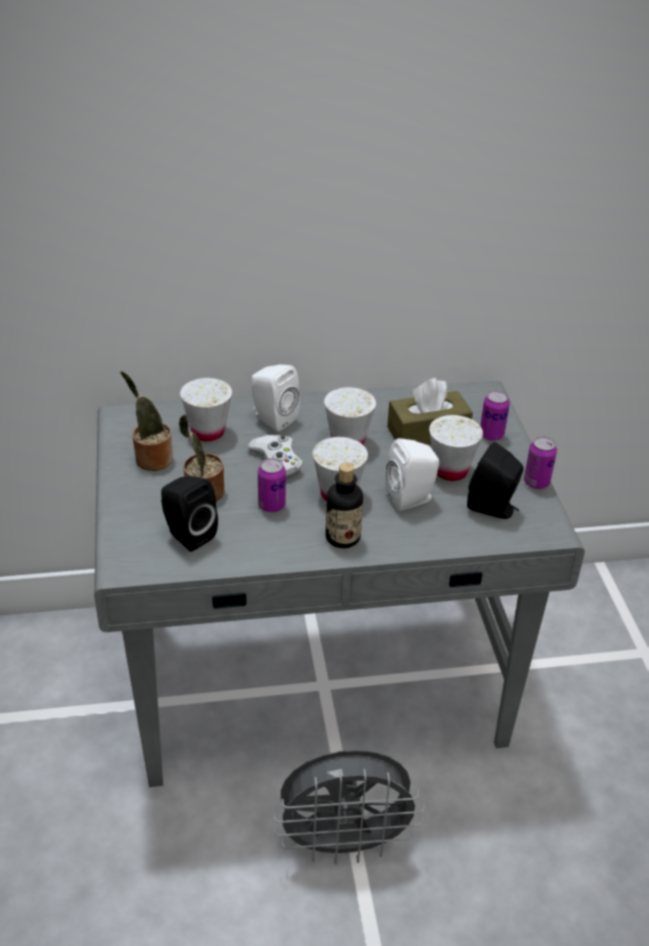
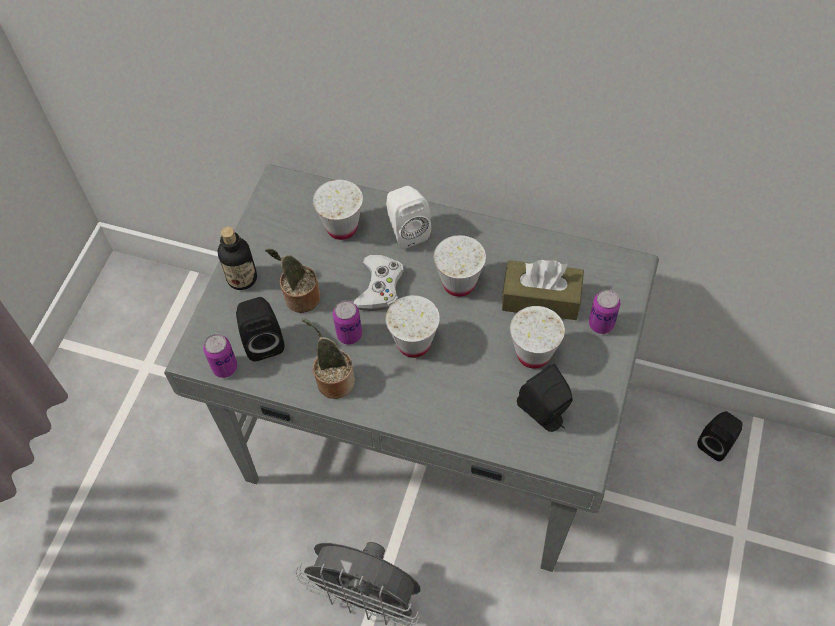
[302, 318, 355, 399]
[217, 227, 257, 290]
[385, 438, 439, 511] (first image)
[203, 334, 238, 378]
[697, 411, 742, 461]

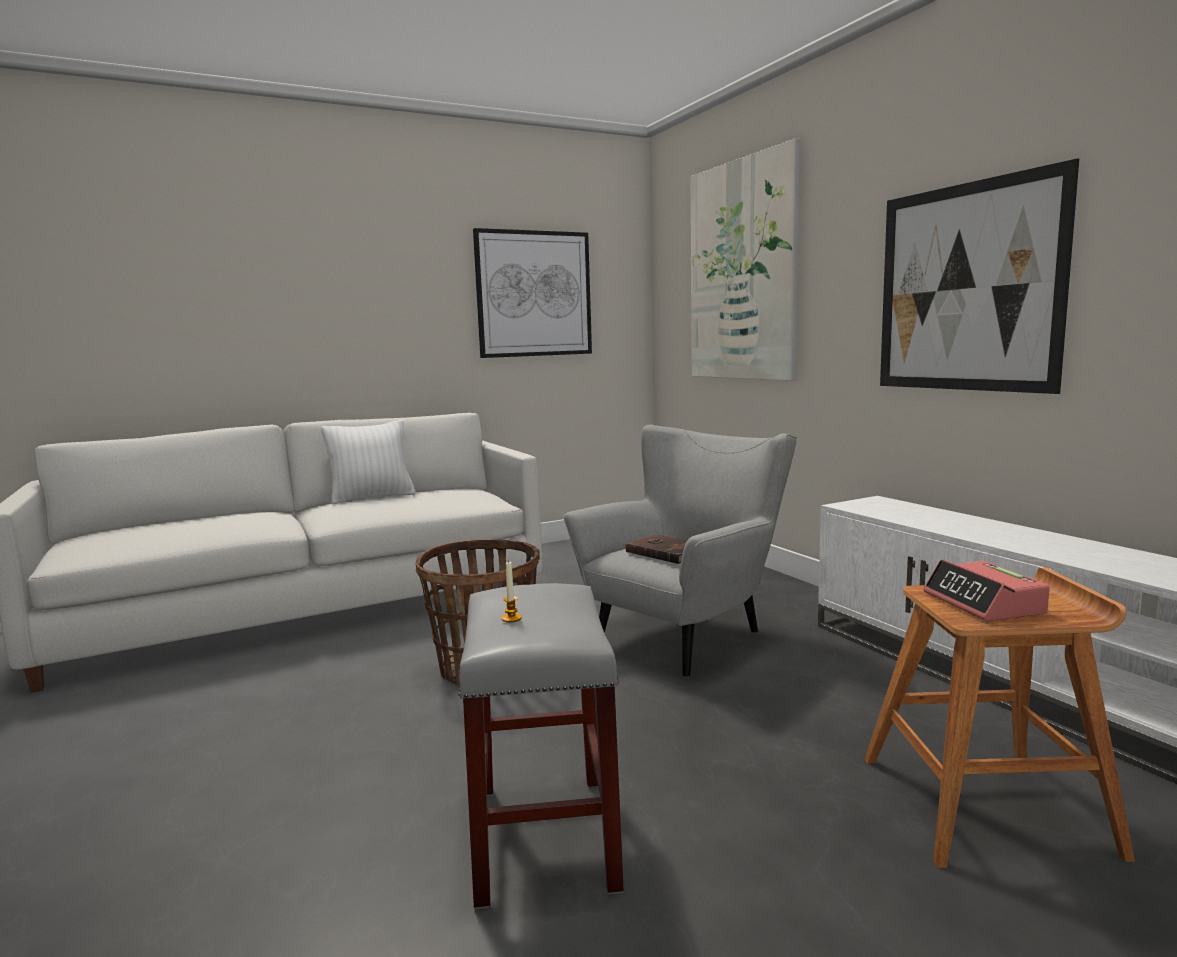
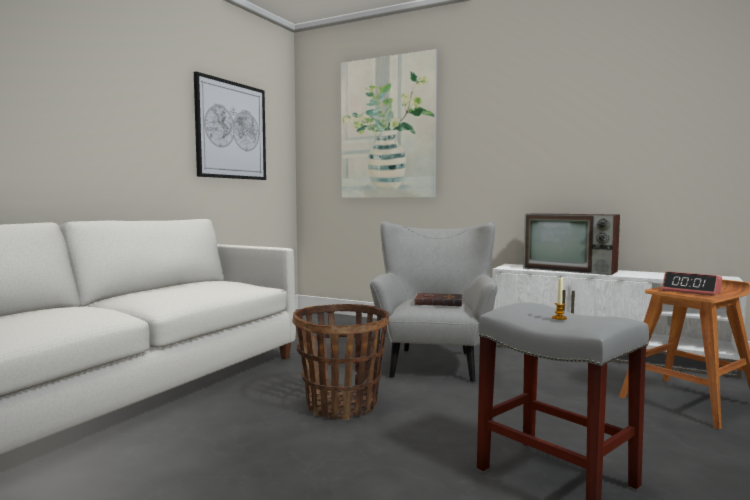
[321, 420, 415, 504] (first image)
[880, 158, 1079, 394] (first image)
[523, 213, 620, 275]

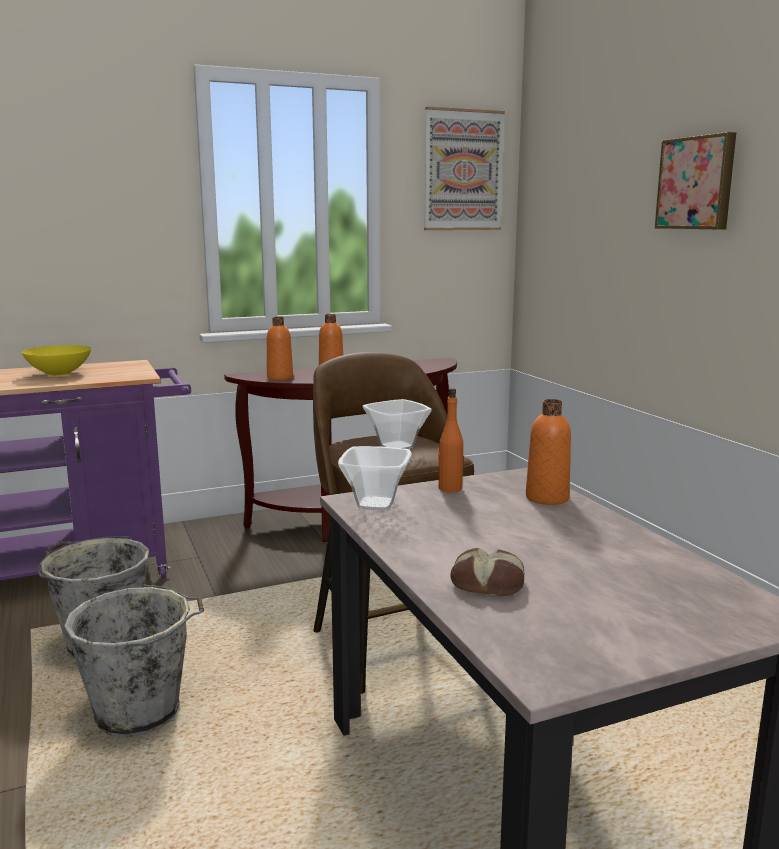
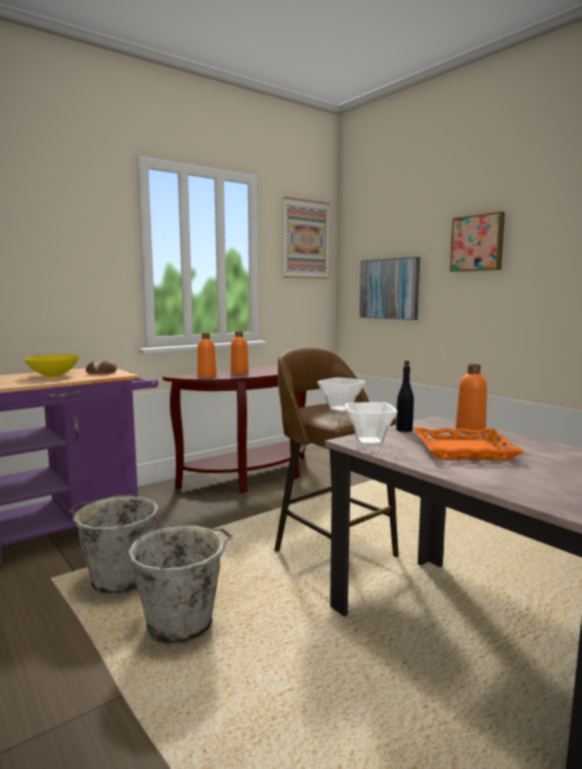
[396, 360, 414, 432]
[86, 360, 117, 374]
[360, 257, 420, 320]
[414, 428, 524, 460]

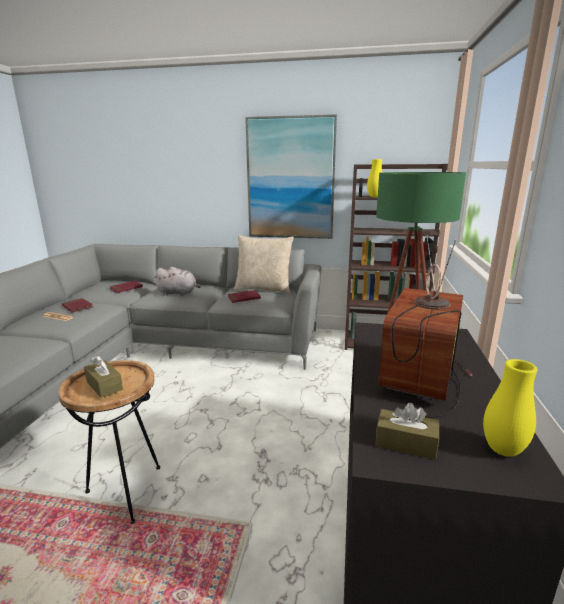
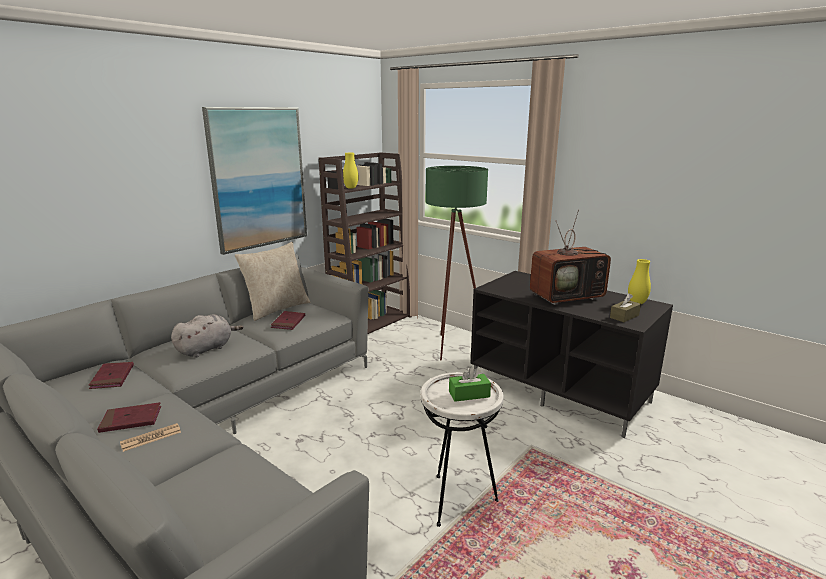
[420, 372, 504, 527]
[449, 367, 491, 402]
[530, 209, 611, 305]

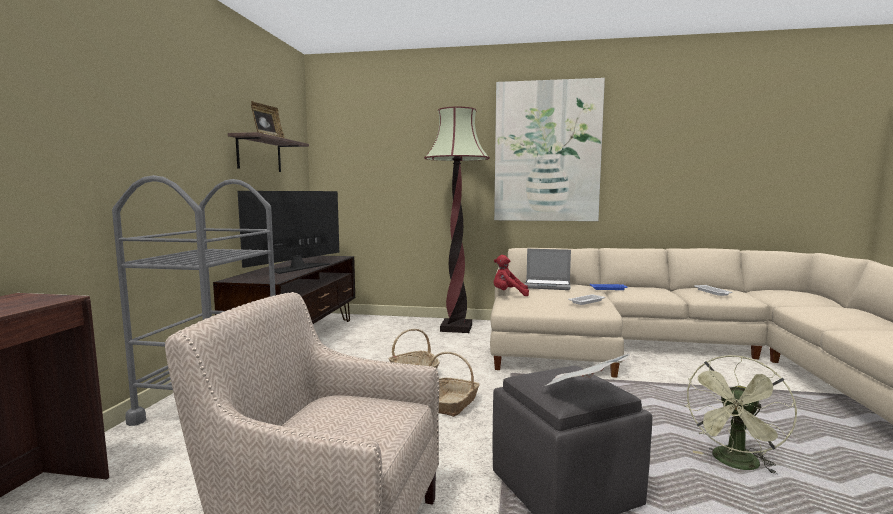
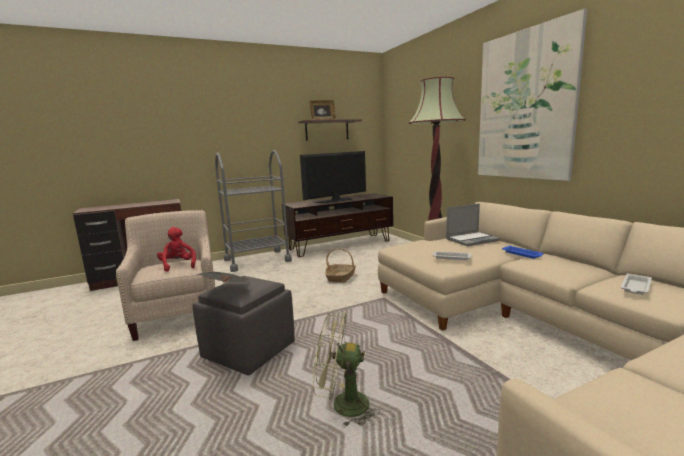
[300, 151, 366, 203]
[429, 352, 480, 417] (first image)
[157, 227, 196, 272]
[446, 204, 500, 246]

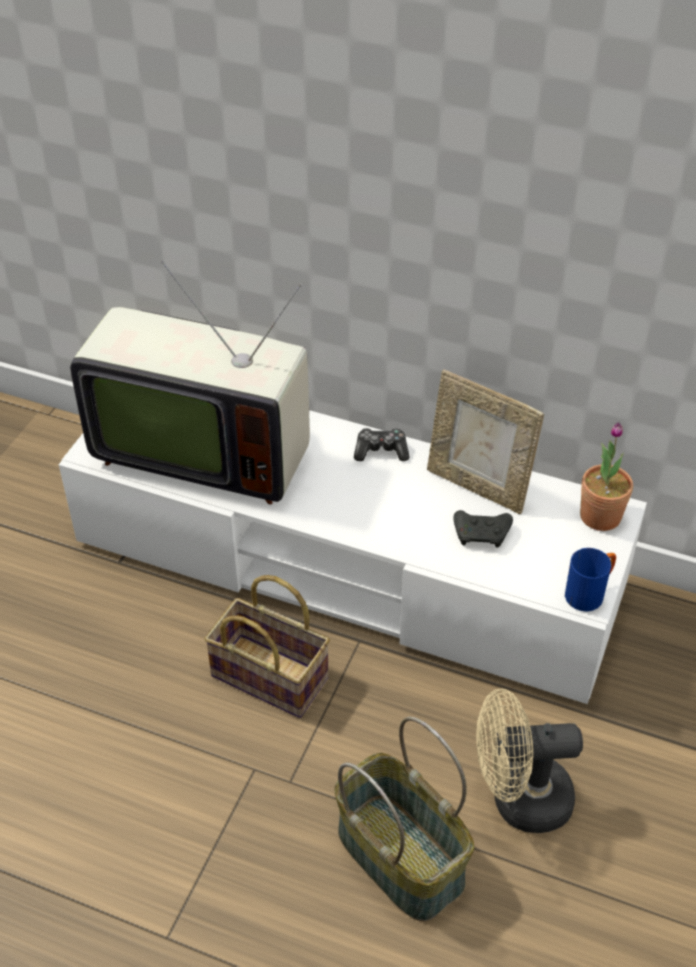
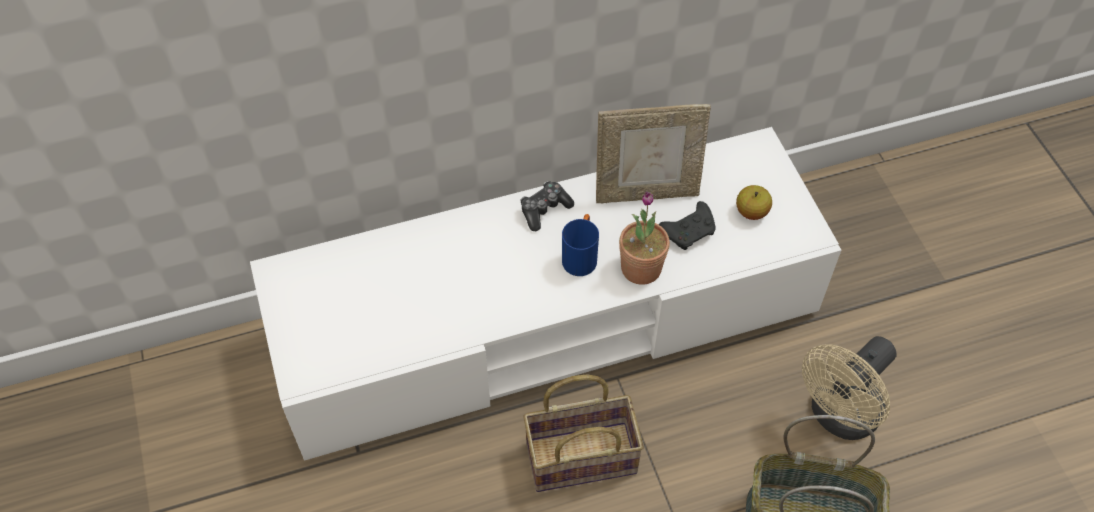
[70, 261, 310, 504] (first image)
[562, 214, 599, 276]
[619, 191, 670, 285]
[736, 185, 772, 220]

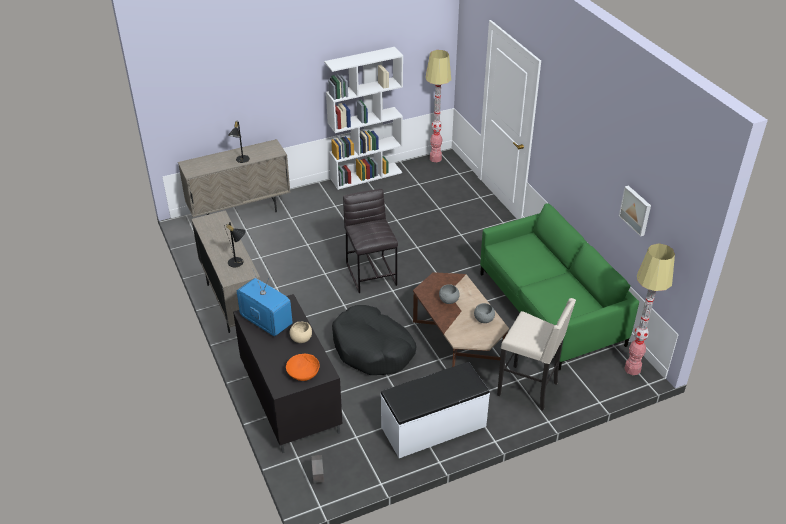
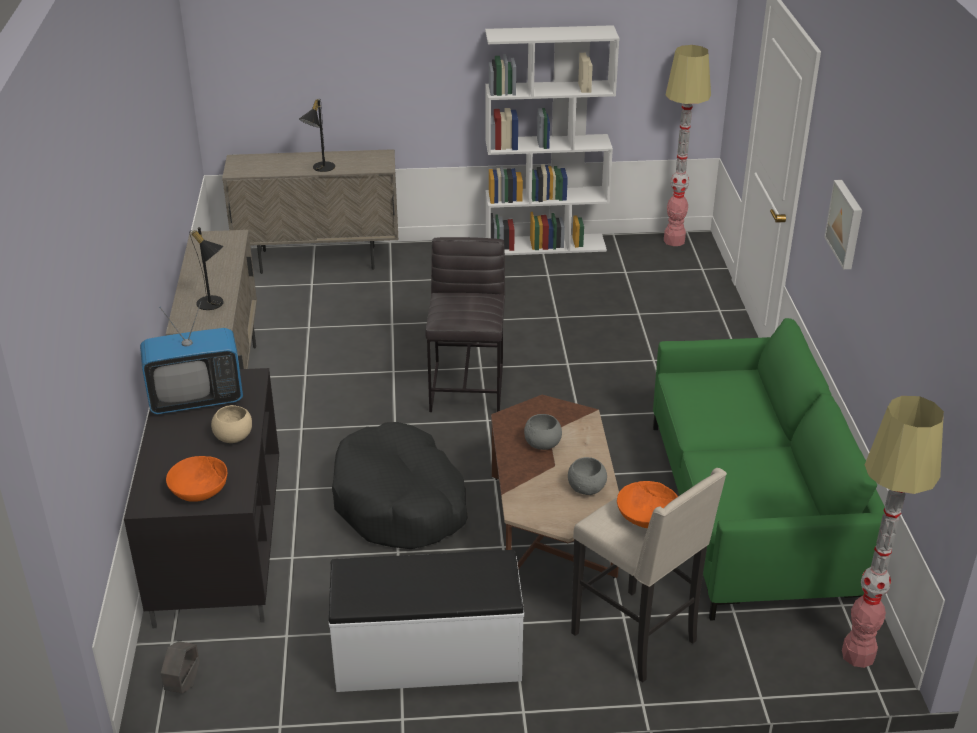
[140, 301, 243, 414]
[824, 180, 862, 269]
[617, 481, 678, 528]

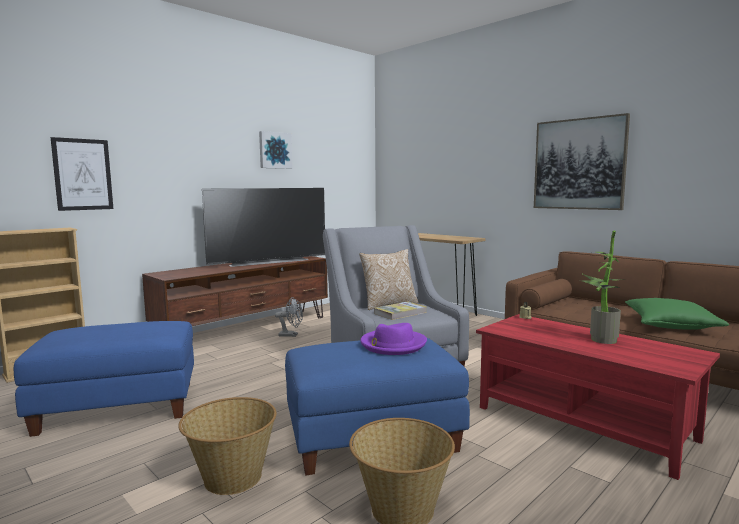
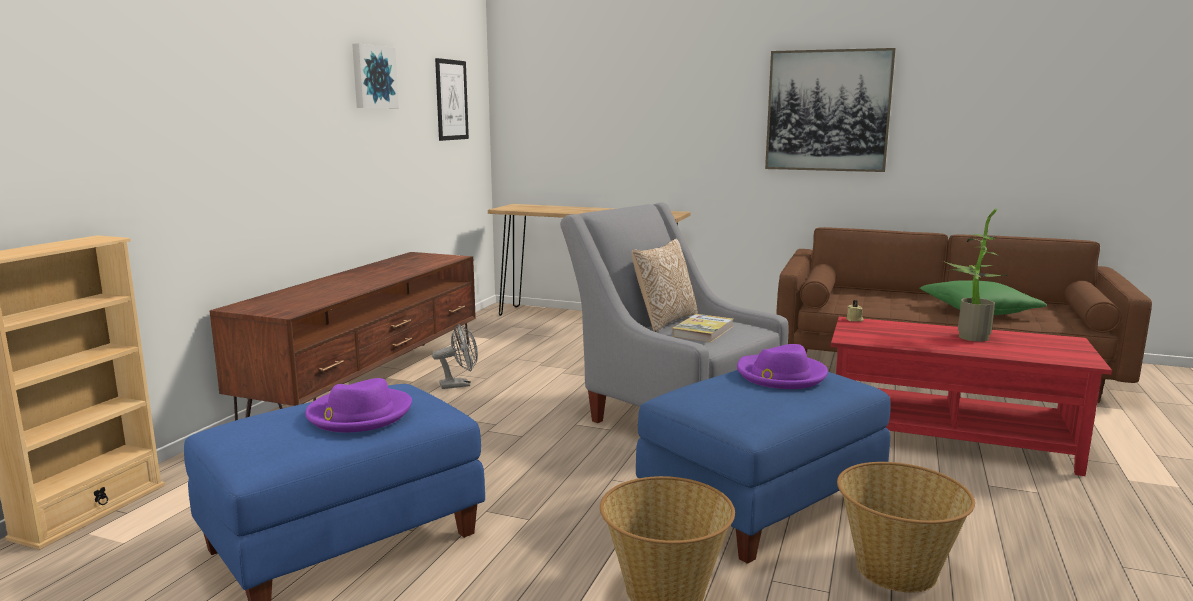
[435, 58, 469, 141]
[202, 188, 325, 267] (first image)
[305, 378, 412, 432]

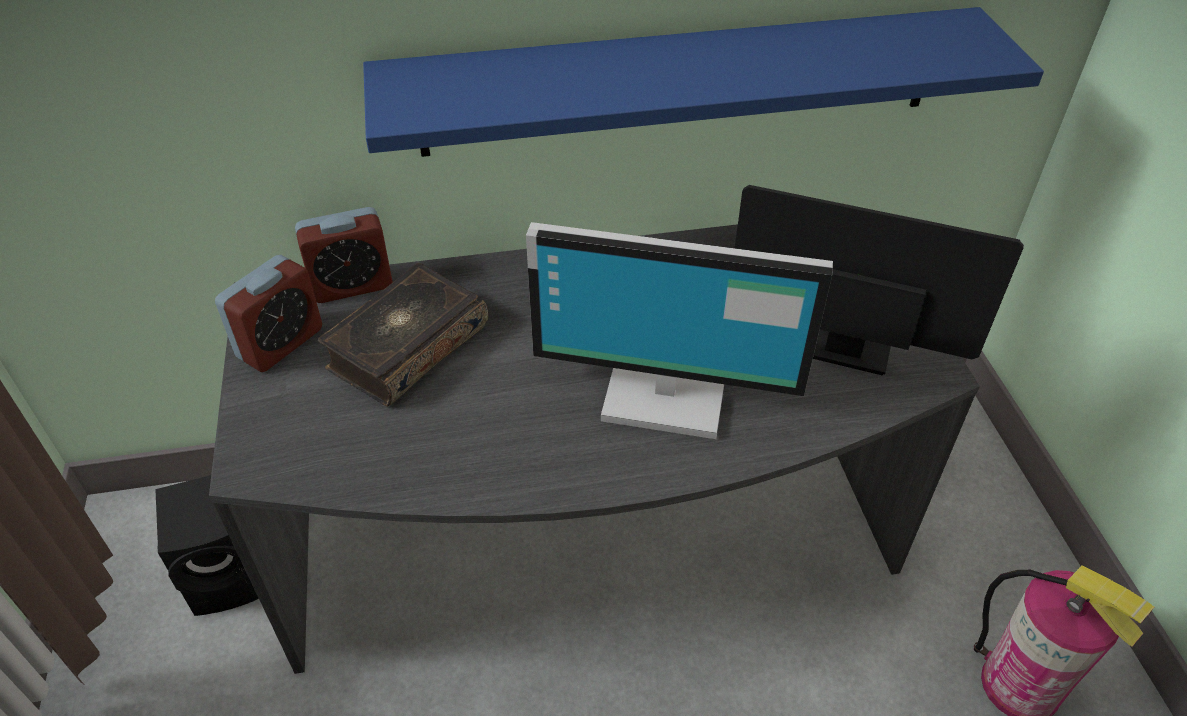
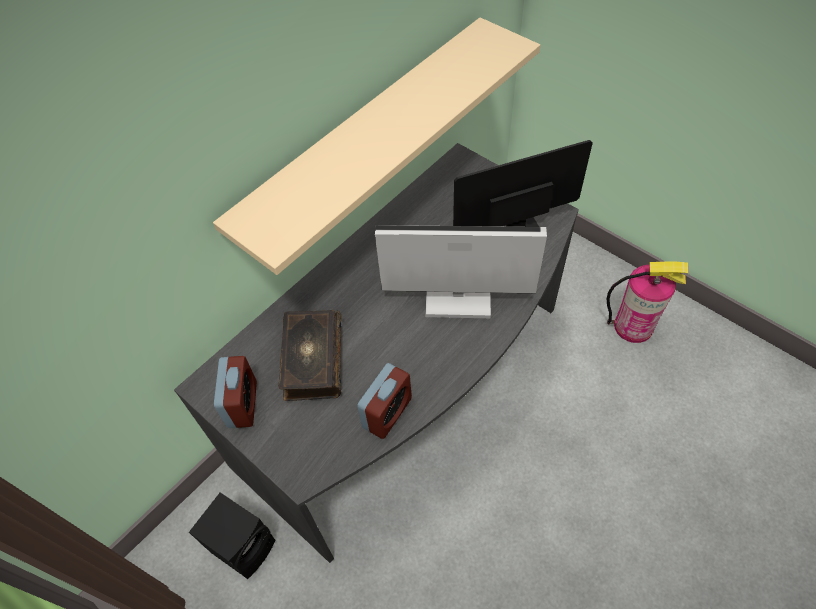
[357, 363, 412, 439]
[213, 17, 540, 275]
[375, 225, 547, 318]

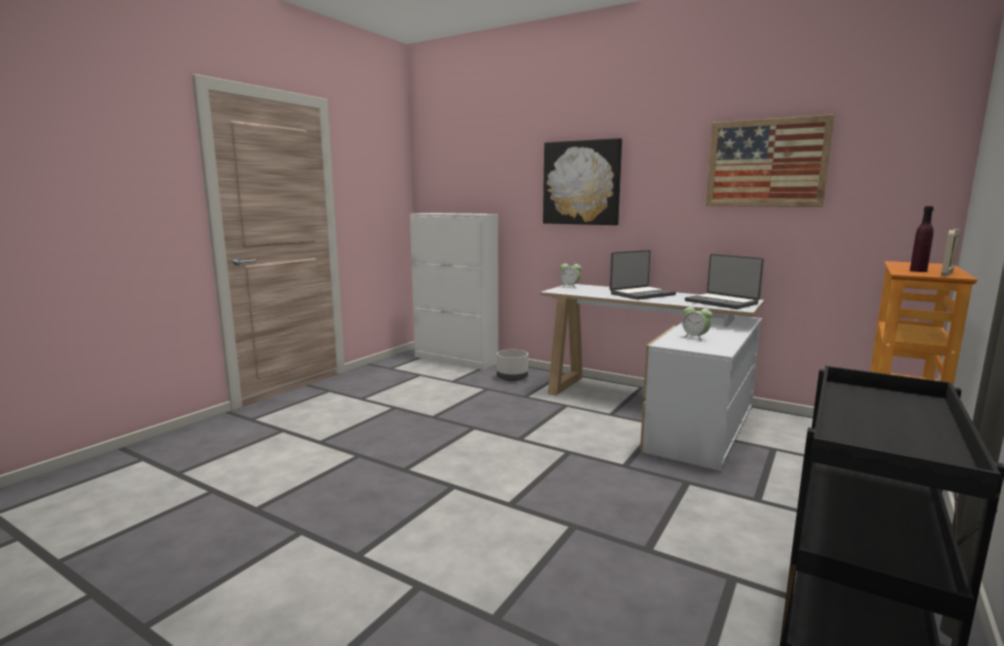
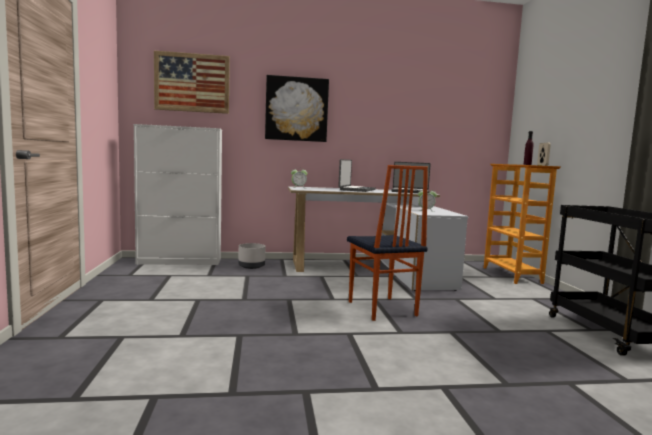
[154, 51, 230, 114]
[347, 165, 428, 321]

